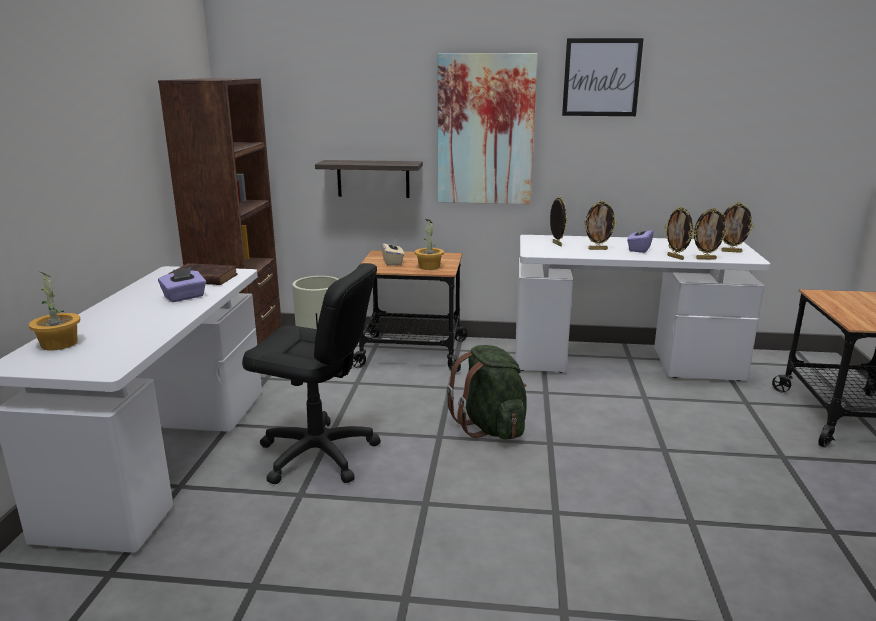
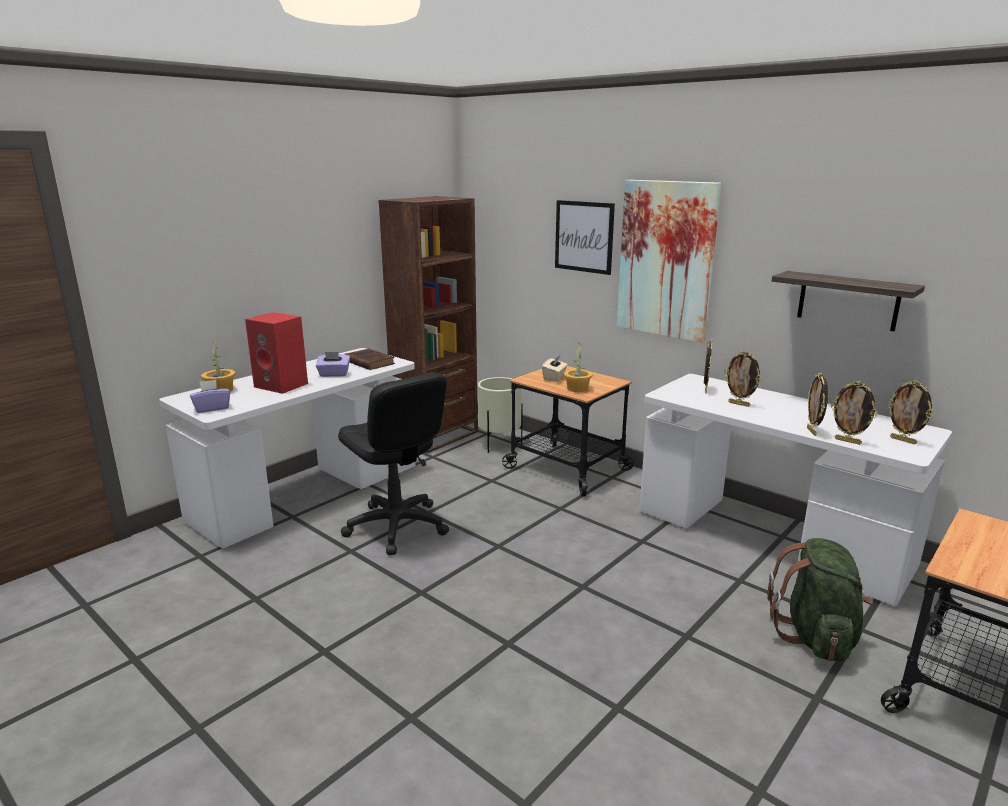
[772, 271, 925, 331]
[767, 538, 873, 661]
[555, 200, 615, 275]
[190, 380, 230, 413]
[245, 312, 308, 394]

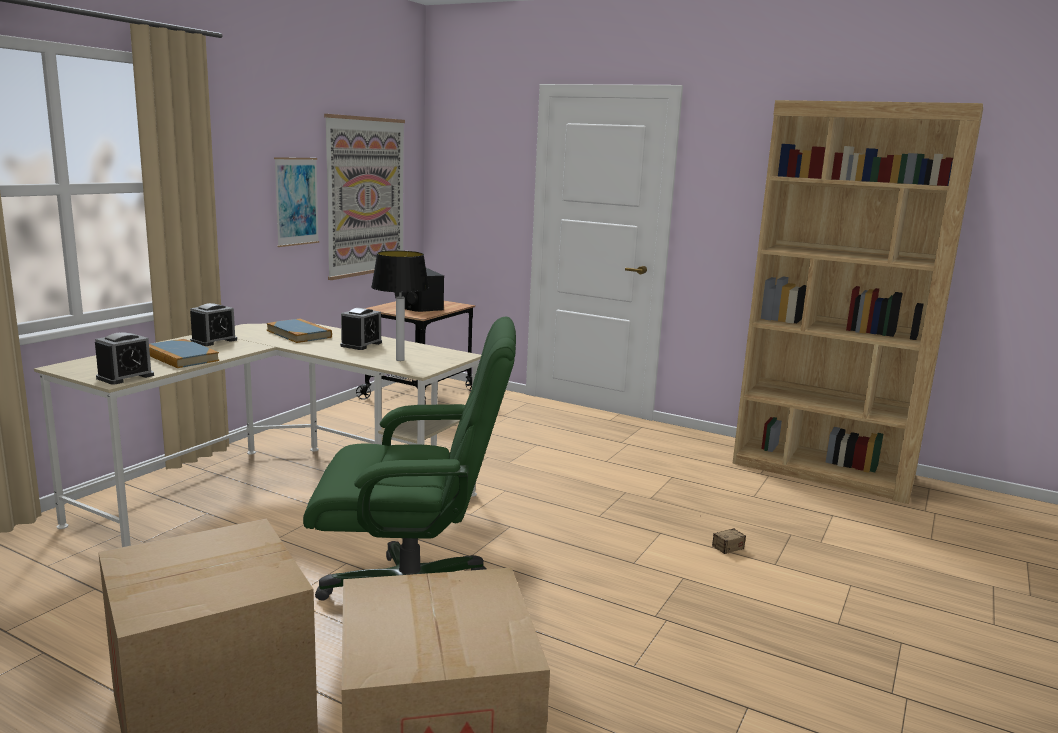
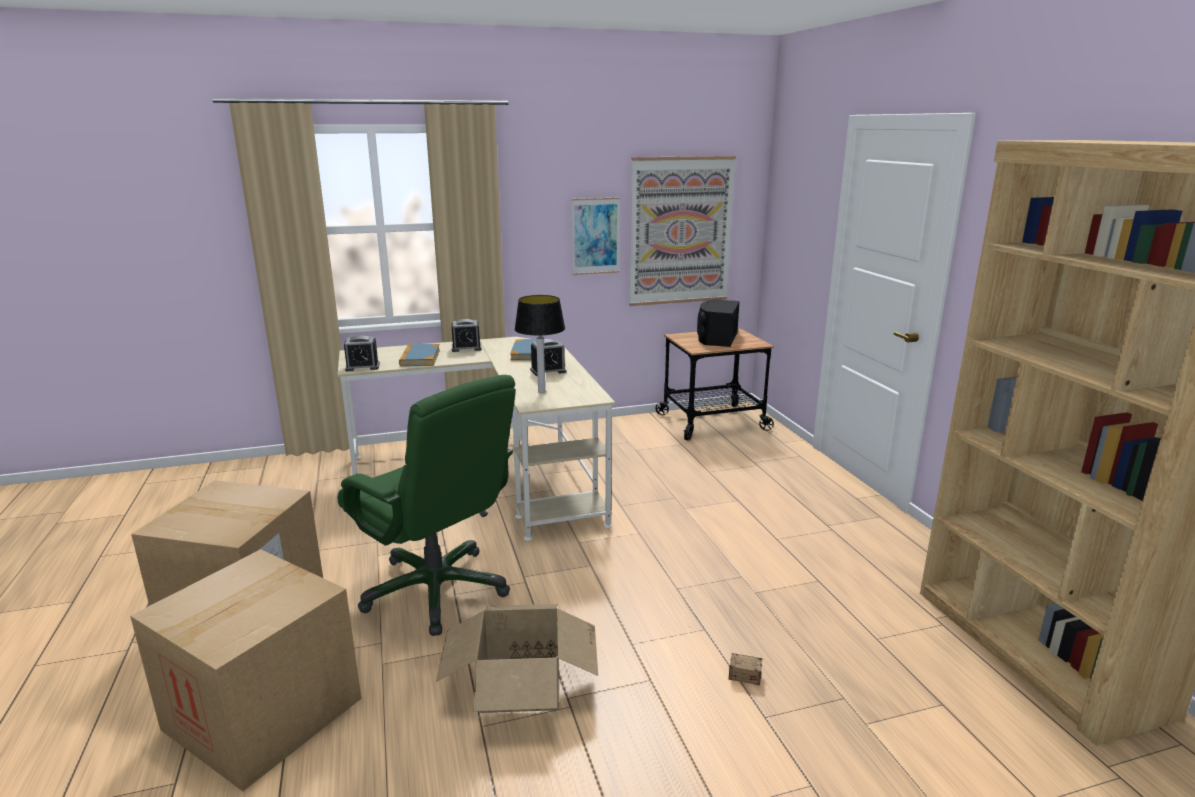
[436, 604, 598, 713]

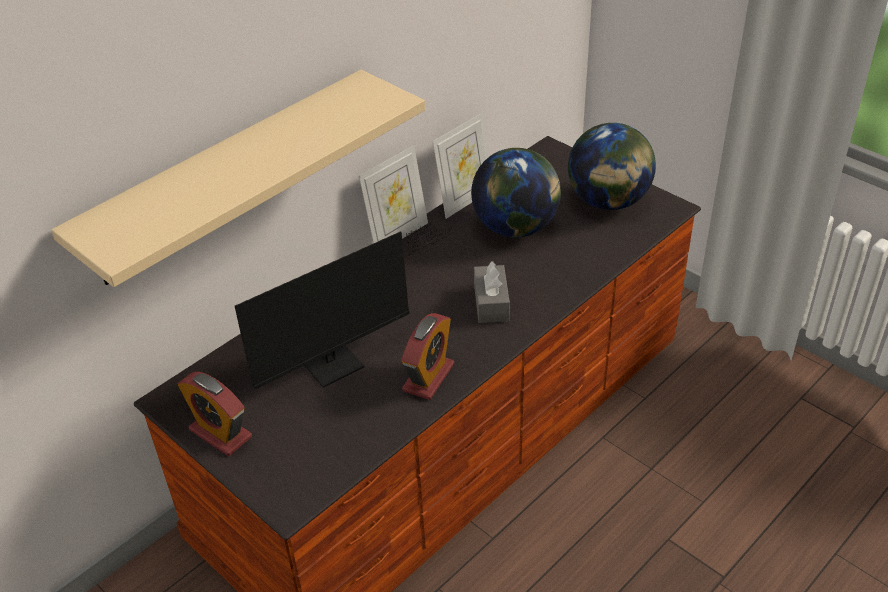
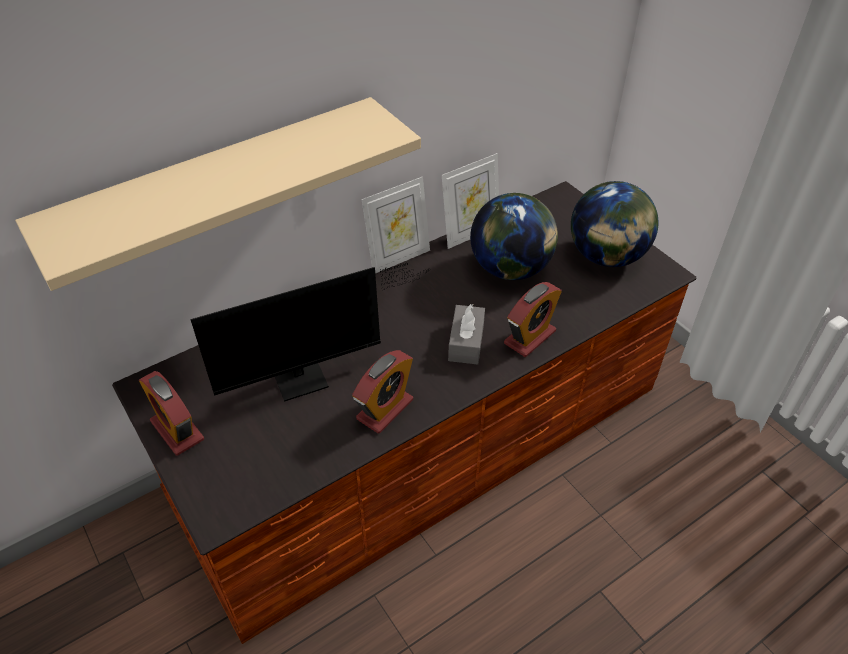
[504, 282, 562, 357]

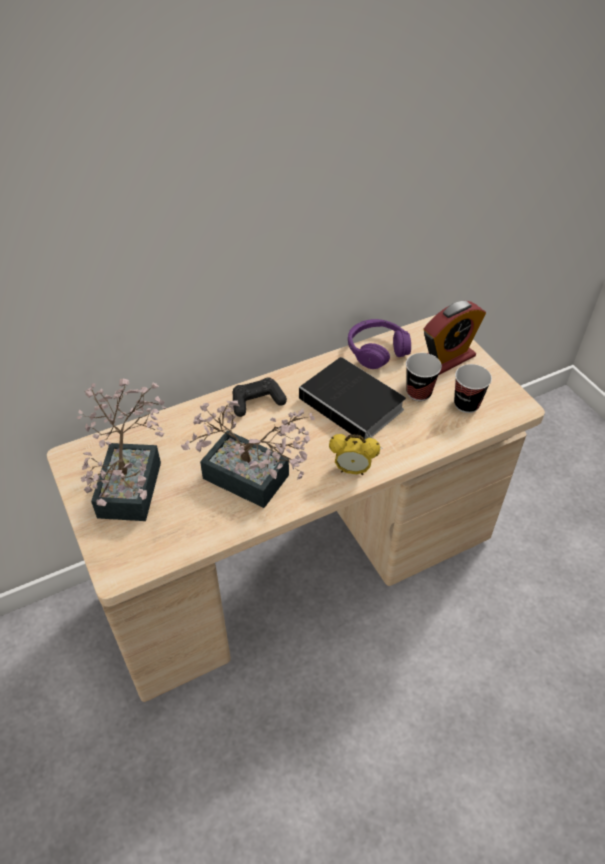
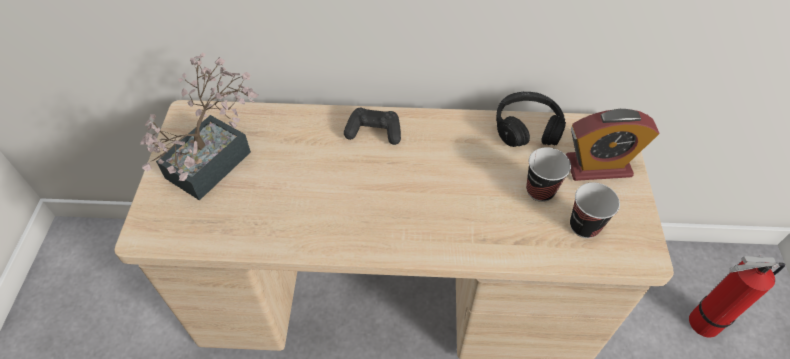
[181, 400, 315, 508] (first image)
[299, 357, 406, 450] (first image)
[329, 434, 380, 475] (first image)
[496, 92, 566, 147]
[689, 254, 785, 338]

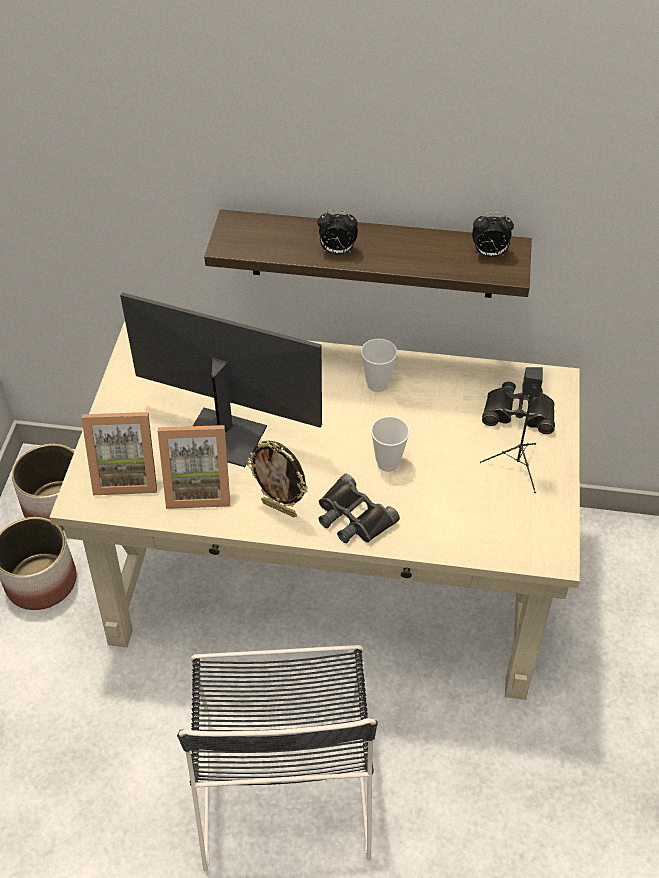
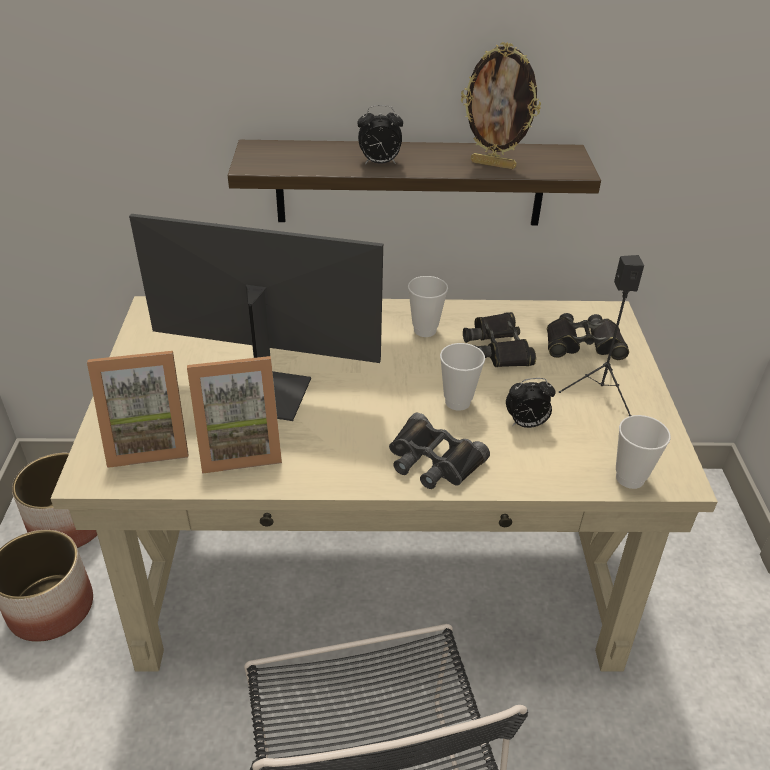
[461, 42, 541, 169]
[506, 378, 556, 428]
[463, 312, 536, 367]
[616, 415, 671, 489]

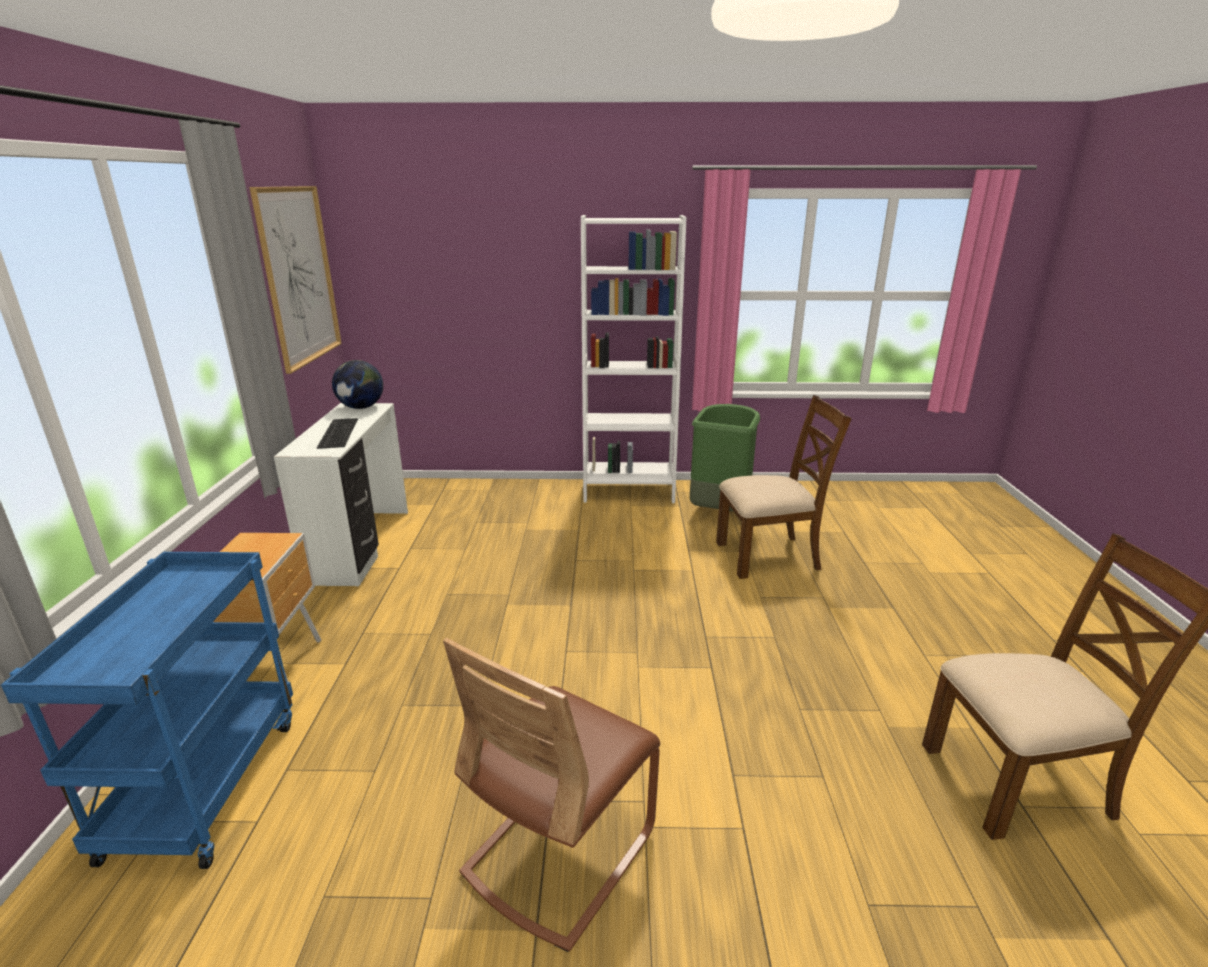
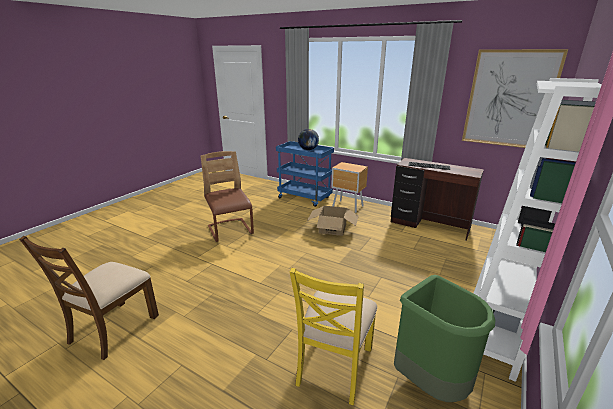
[391, 158, 484, 241]
[298, 129, 319, 150]
[290, 268, 377, 405]
[307, 206, 358, 236]

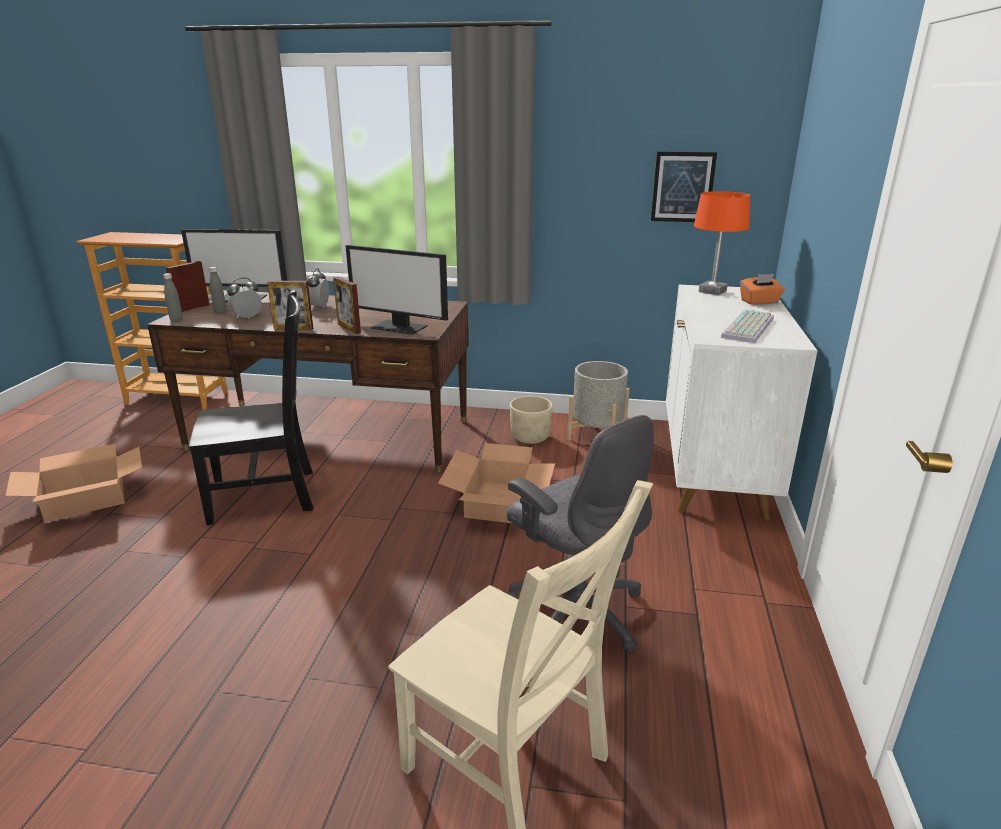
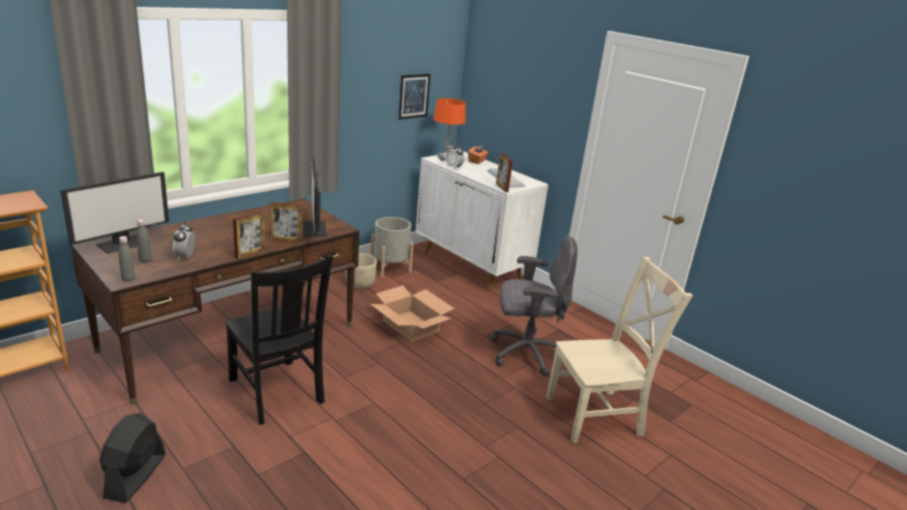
[99, 413, 166, 503]
[496, 153, 513, 192]
[225, 255, 333, 425]
[445, 142, 464, 170]
[303, 159, 327, 237]

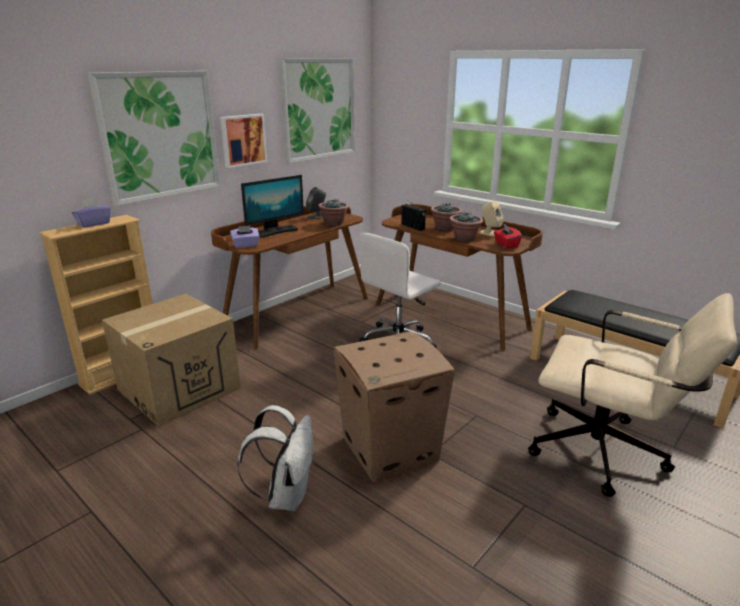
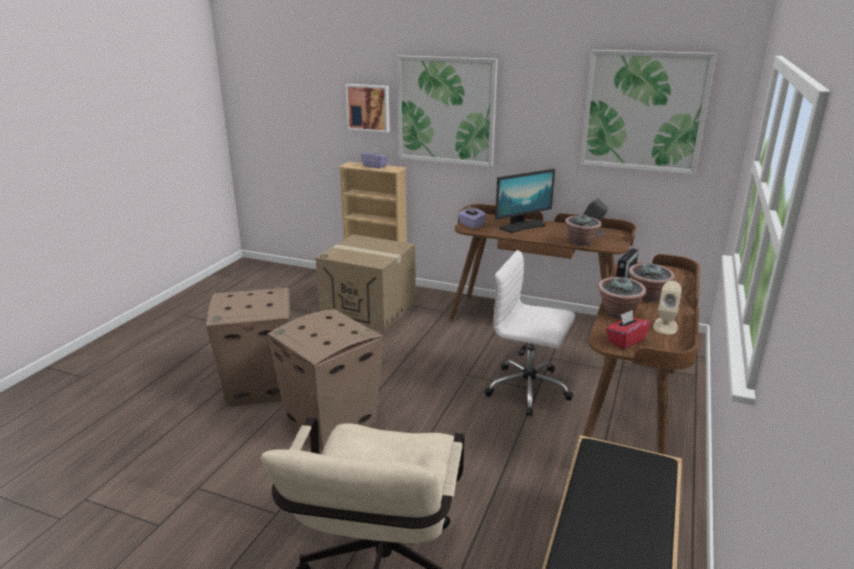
[345, 84, 390, 133]
[206, 288, 291, 407]
[495, 169, 555, 233]

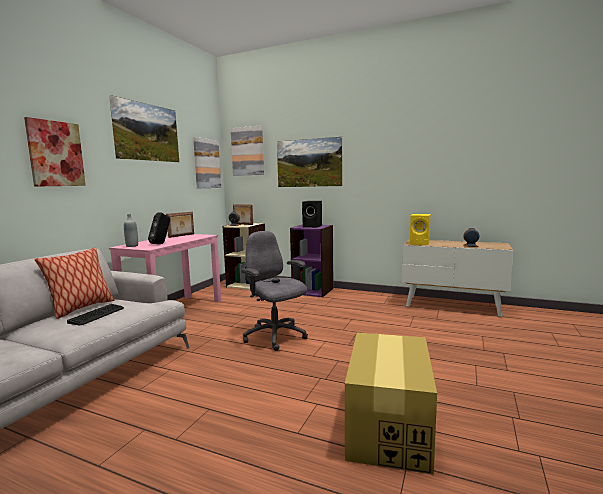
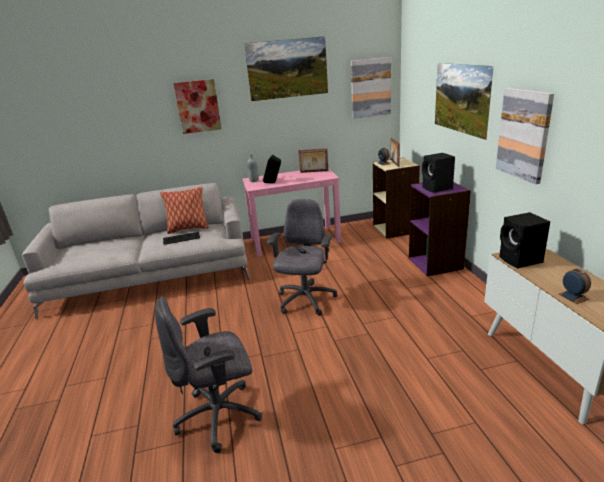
[496, 88, 554, 184]
[155, 297, 262, 453]
[499, 212, 550, 268]

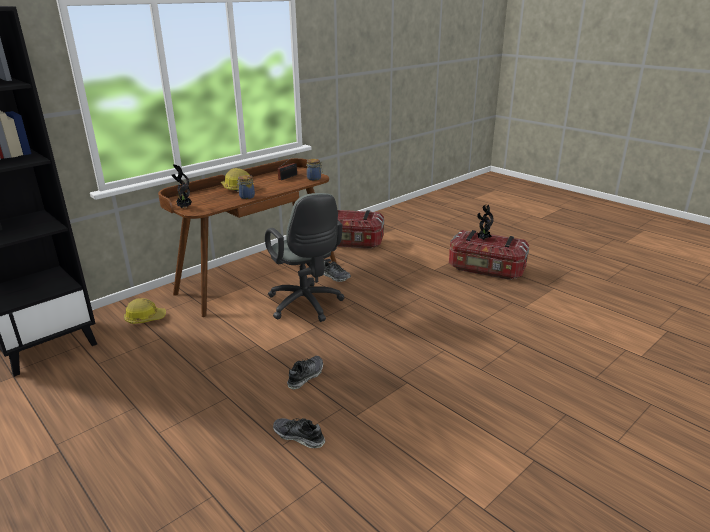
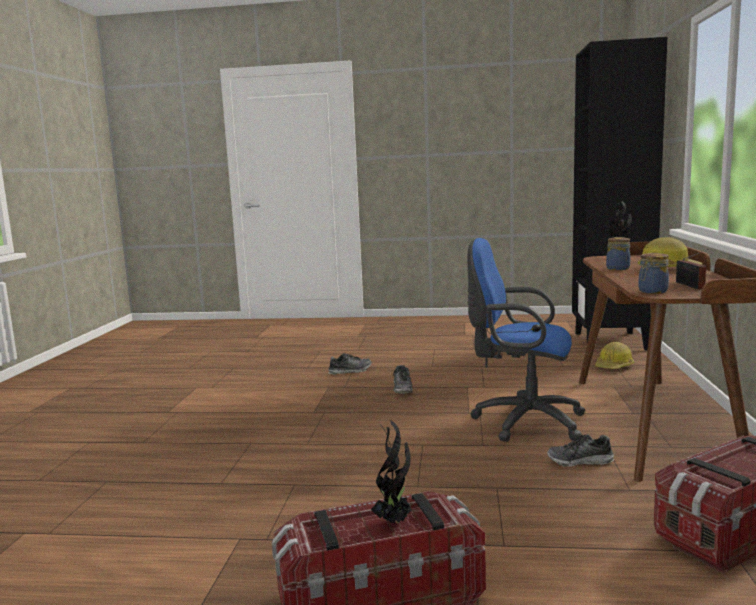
[467, 238, 585, 442]

